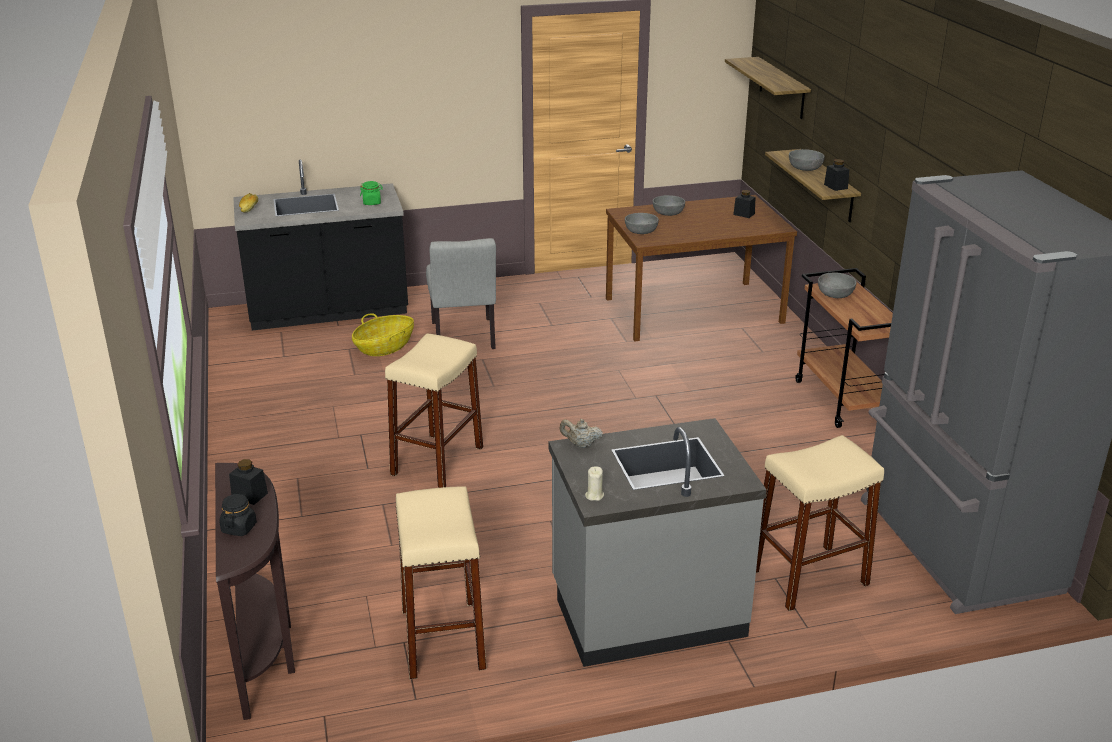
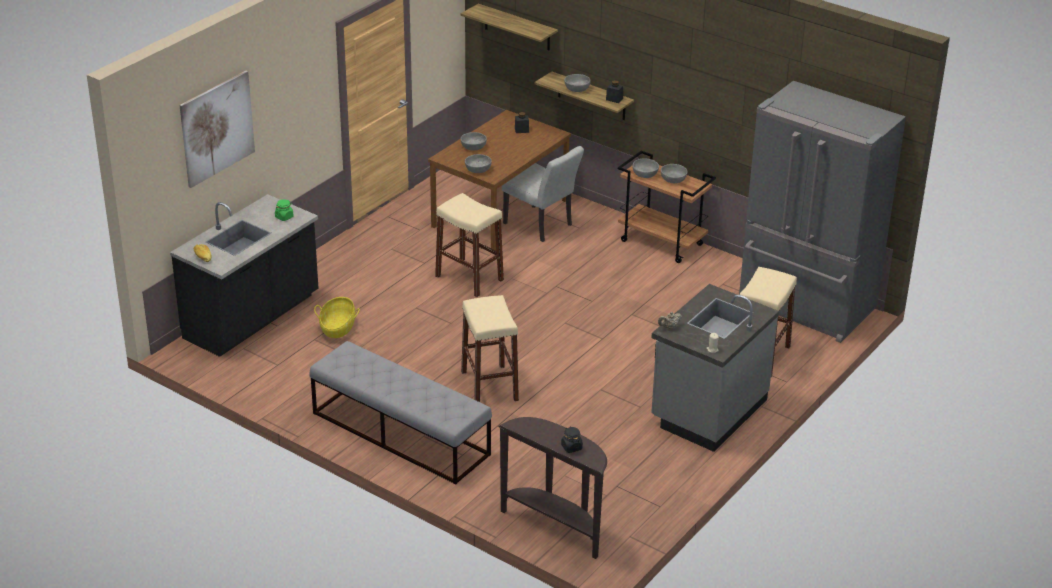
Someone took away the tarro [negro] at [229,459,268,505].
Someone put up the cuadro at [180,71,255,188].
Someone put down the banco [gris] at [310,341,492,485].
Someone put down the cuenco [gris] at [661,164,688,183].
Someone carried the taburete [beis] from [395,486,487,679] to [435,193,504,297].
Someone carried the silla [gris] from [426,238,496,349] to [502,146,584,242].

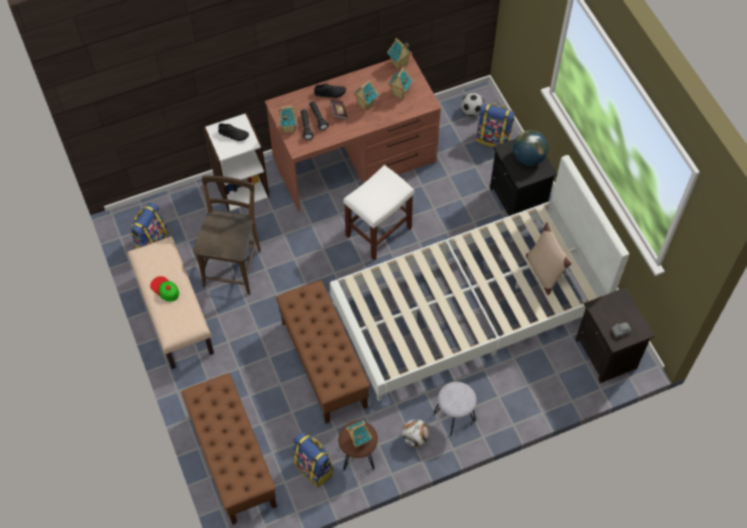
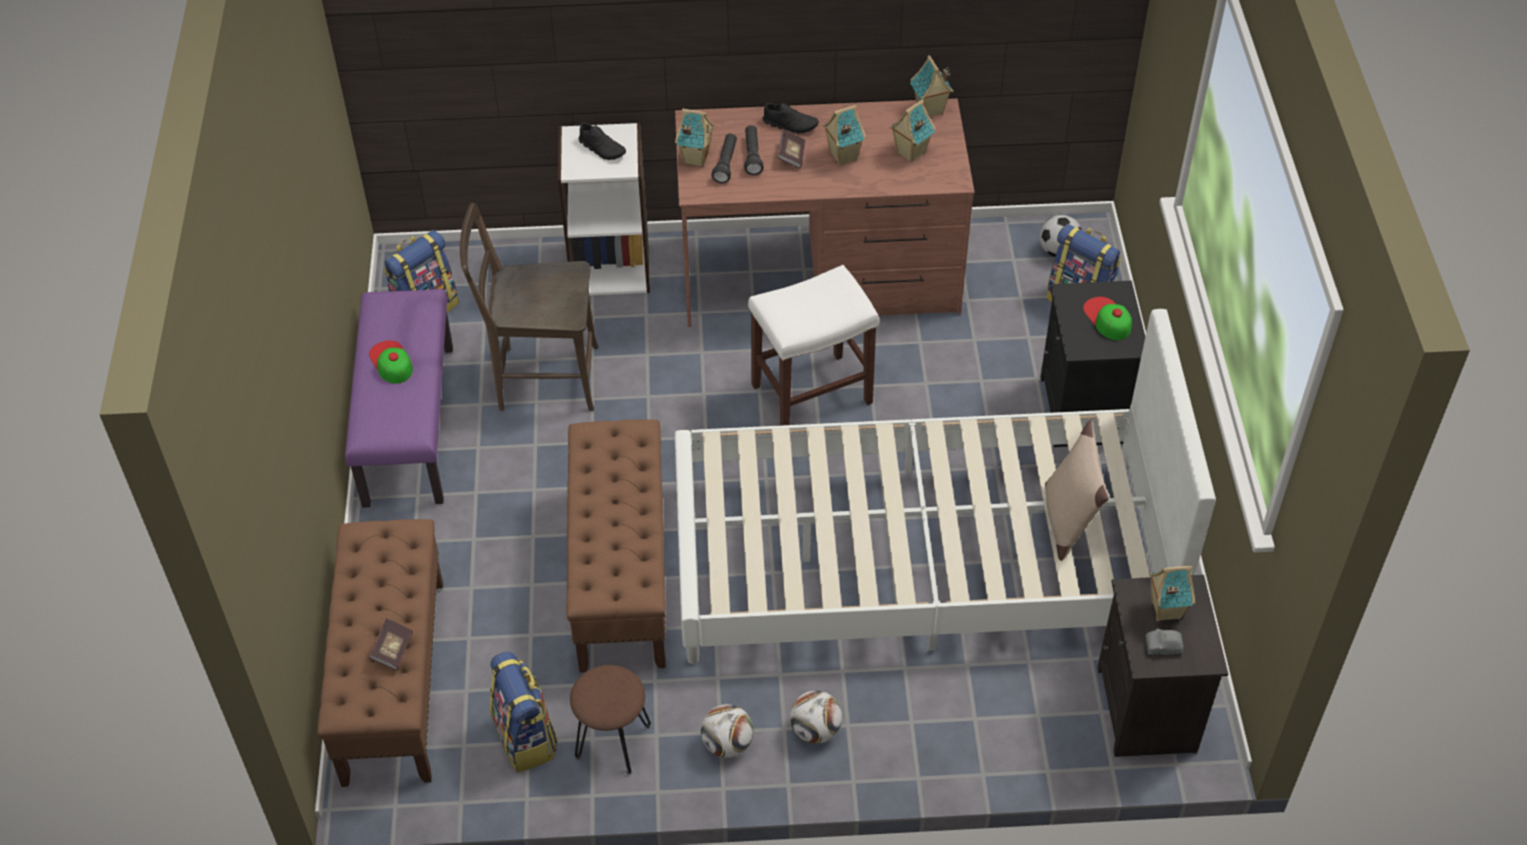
Someone put down the libro at [369,618,413,670].
Someone carried the casita from [346,421,372,448] to [1149,566,1195,622].
Someone swapped the taburete [gris] at [434,382,477,436] for the balón de fútbol at [790,691,842,744].
Someone swapped the globo terráqueo at [513,130,548,166] for the gorra at [1083,297,1132,340].
Someone repainted the banco [beis] at [127,237,214,369], which became the banco [morado] at [345,289,453,508].
Someone rotated the silla [marrón] at [193,176,261,295] by 120 degrees counterclockwise.

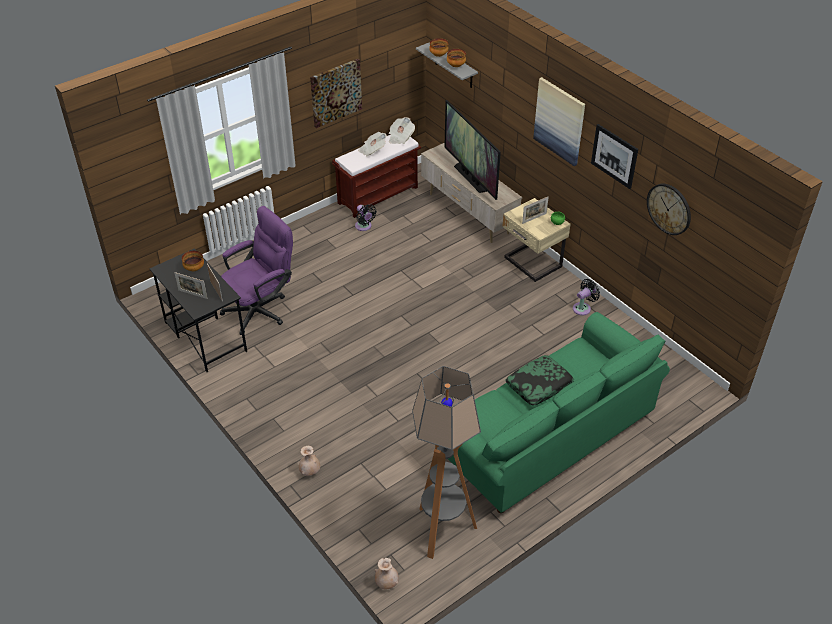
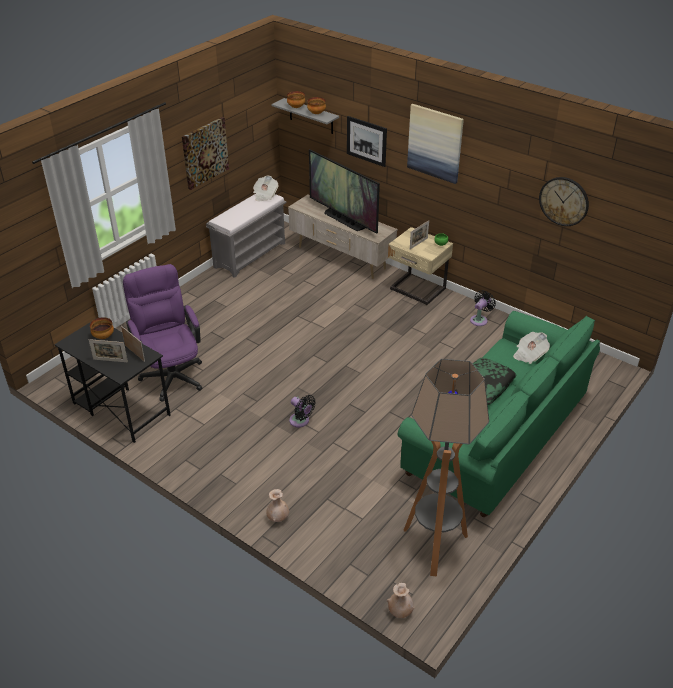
Someone carried the ventilador [negro] from [355,204,377,231] to [289,395,316,427].
Someone carried the periódico from [358,132,387,156] to [513,332,550,364].
Someone carried the cuadro from [591,124,638,189] to [347,116,387,167].
Someone repainted the banco [marrón] at [332,135,421,218], which became the banco [gris] at [206,194,287,278].
Someone rotated the silla de oficina [morado] at [220,206,293,335] by 60 degrees counterclockwise.

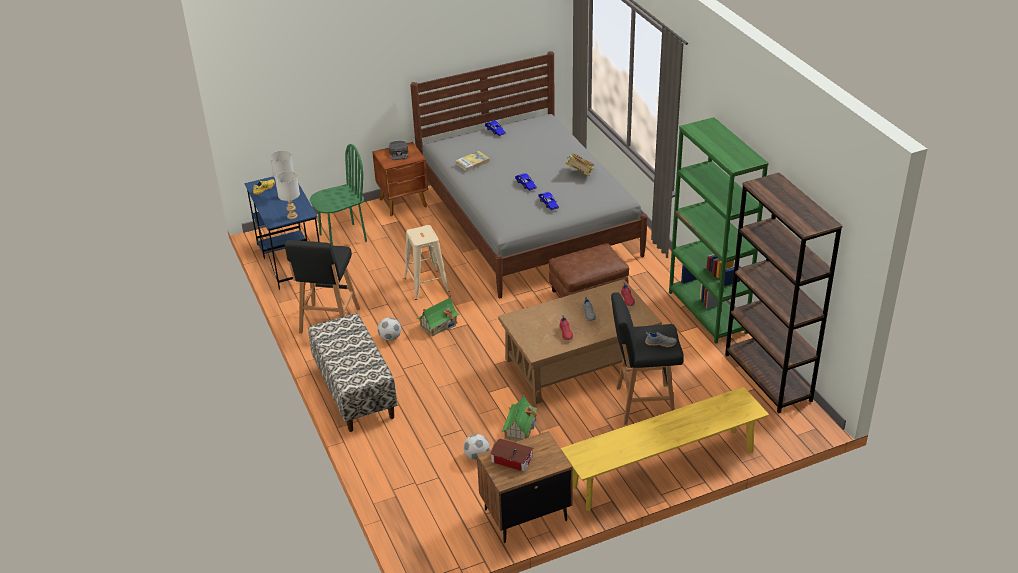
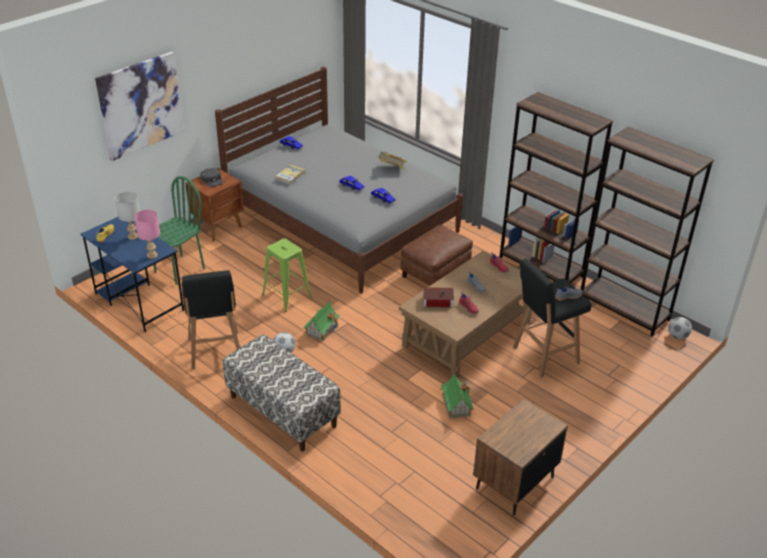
Someone took away the banco [amarillo] at [561,387,769,511].
Someone put up the cuadro at [95,52,184,161].
Someone carried the balón de fútbol from [463,434,490,461] to [668,317,692,339].
Someone carried the casita from [490,438,533,472] to [423,287,454,307].
Someone repainted the lámpara de mesa [gris] at [275,171,300,220], which became the lámpara de mesa [rosa] at [134,210,160,259].
Someone repainted the taburete [beis] at [404,225,449,300], which became the taburete [verde] at [262,238,312,312].
Someone repainted the estantería [verde] at [669,117,769,344], which became the estantería [marrón] at [499,92,613,283].

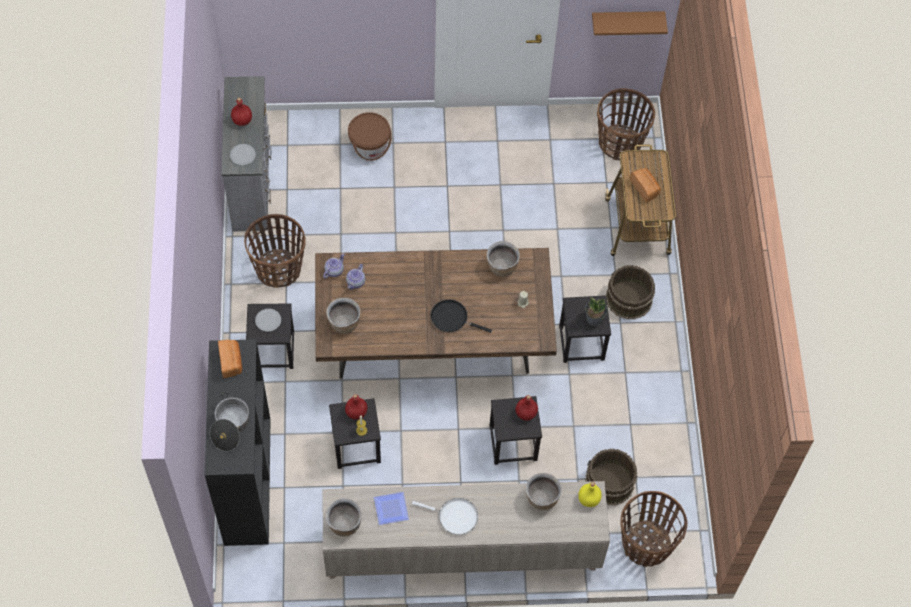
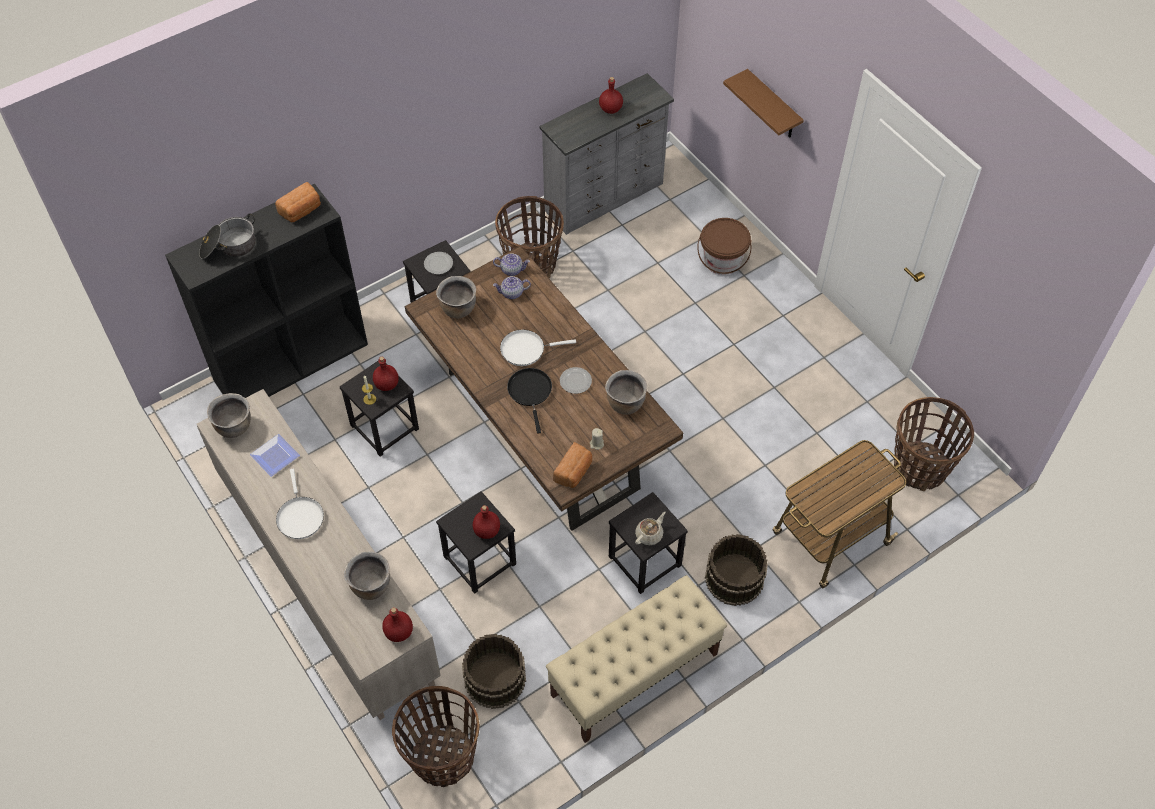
Someone put down the sartén [blanco] at [500,330,576,366].
Someone put down the banco [beis] at [546,575,727,743].
Someone carried the plato from [230,144,256,165] to [560,367,592,394].
Someone carried the estante [marrón] from [592,11,668,35] to [723,69,804,137].
Someone carried the pan from [630,168,661,202] to [553,442,592,488].
Someone swapped the planta en maceta at [585,298,608,326] for the tetera [beis] at [635,511,666,545].
Someone repainted the botella [amarillo] at [578,482,602,507], which became the botella [rojo] at [382,607,413,642].

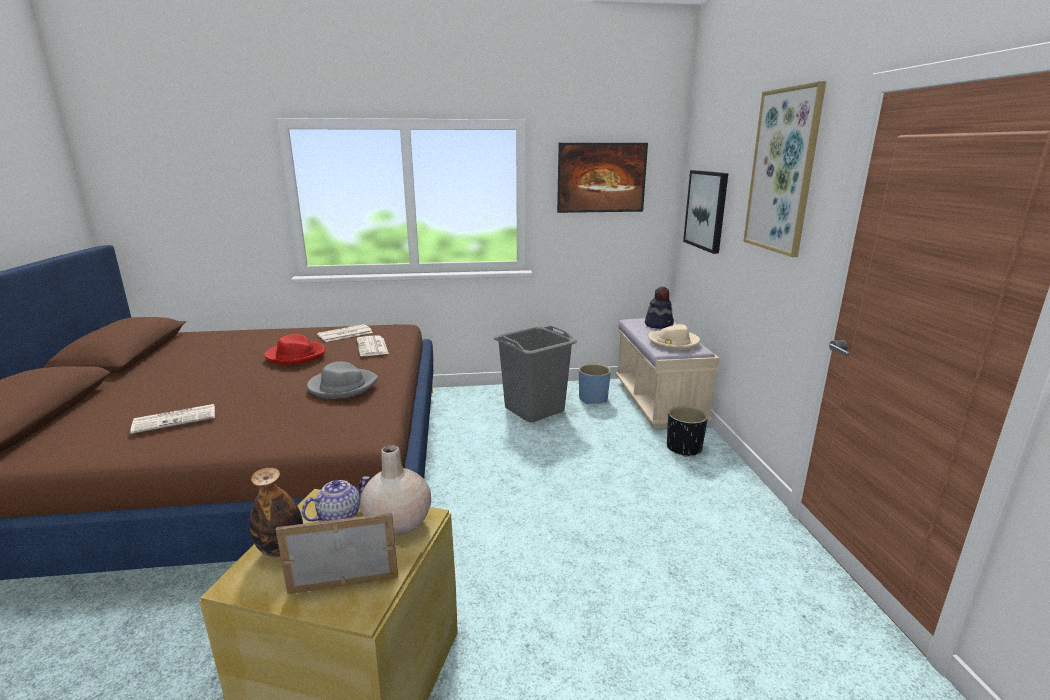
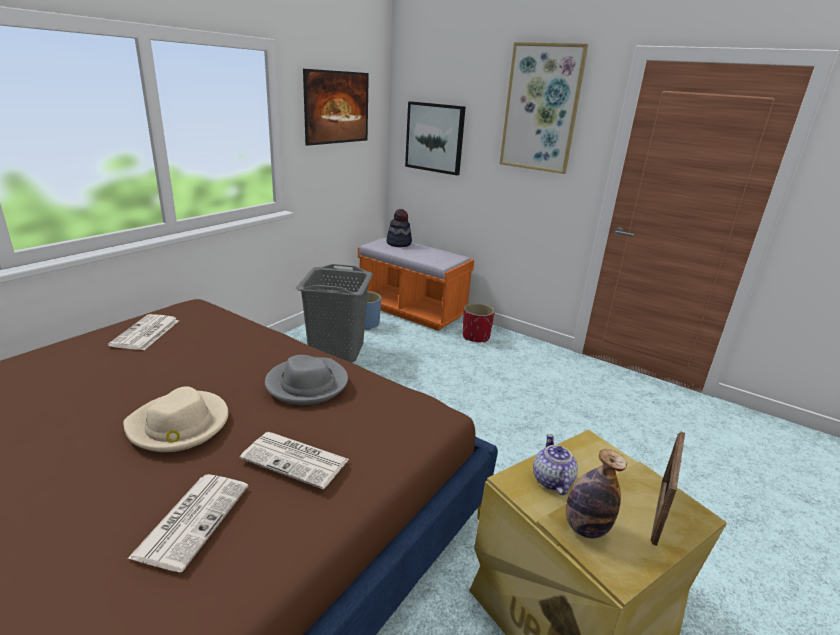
Someone took away the sombrero [rojo] at [264,334,325,365].
Someone took away the florero [beis] at [360,445,431,536].
Someone carried the periódico from [357,335,389,356] to [240,432,349,489].
Someone carried the sombrero [beis] from [648,324,700,350] to [123,386,229,452].
Someone repainted the banco [beis] at [616,318,720,428], which became the banco [naranja] at [358,238,474,331].
Someone repainted the maceta [negro] at [667,406,708,457], which became the maceta [rojo] at [462,303,495,343].

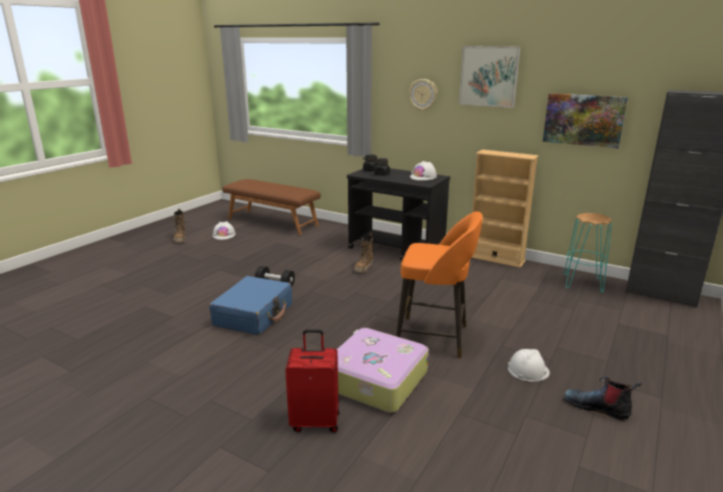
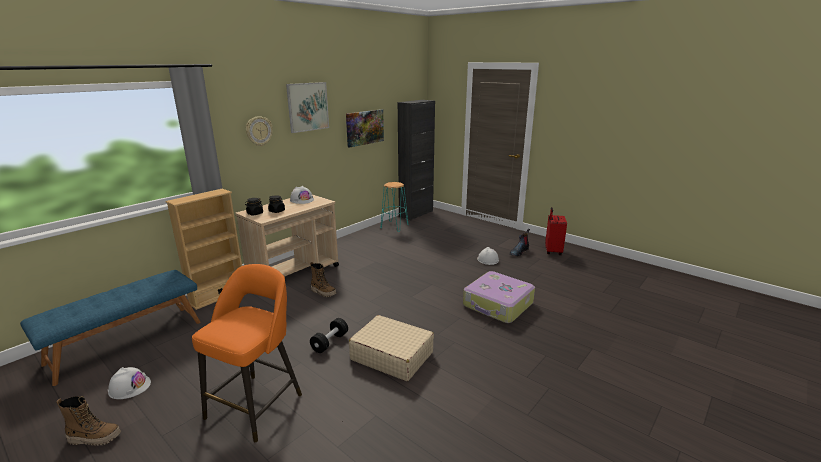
Someone carried the maleta [rojo] from [285,329,340,433] to [545,207,567,255].
Someone carried the taburete [naranja] from [396,211,483,358] to [192,264,302,442].
Someone carried the estantería [beis] from [472,149,539,268] to [165,189,242,310].
Someone repainted the maleta [azul] at [209,276,292,335], which became the maleta [beis] at [349,315,434,381].
Someone repainted the banco [marrón] at [222,179,321,235], which became the banco [azul] at [20,270,201,386].
Someone repainted the carrito [negro] at [347,168,450,260], which became the carrito [beis] at [235,194,339,277].

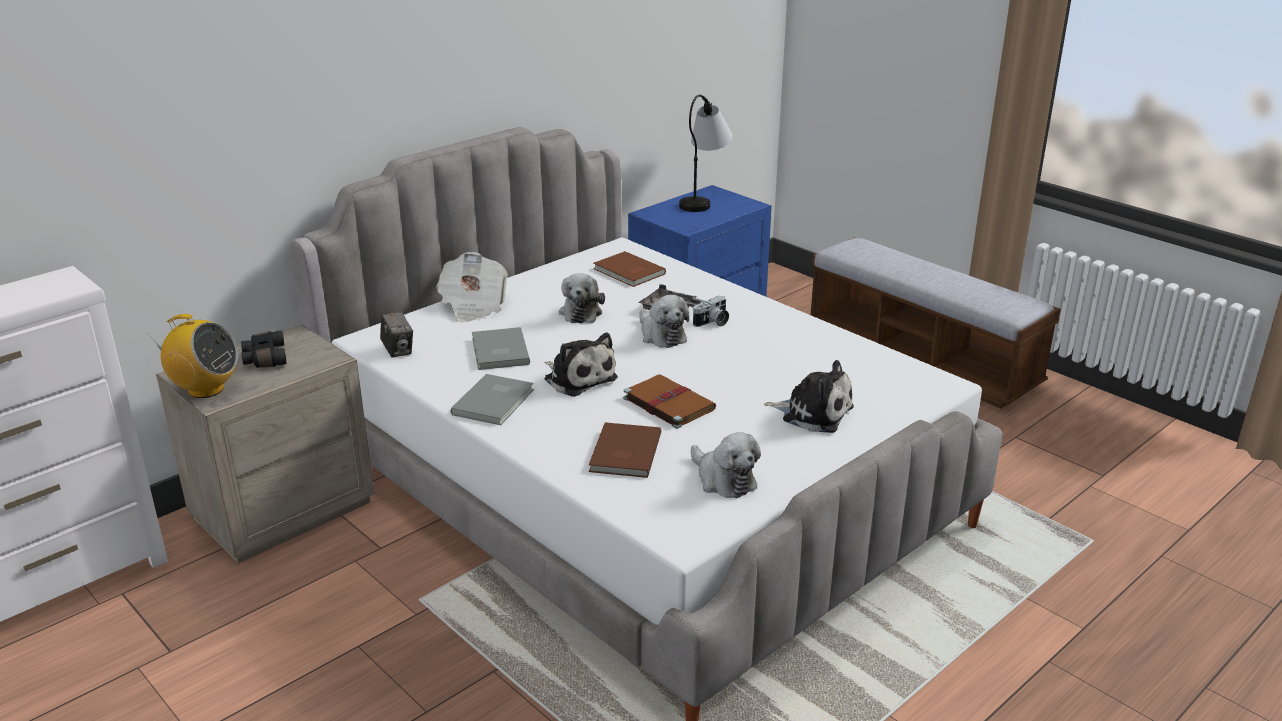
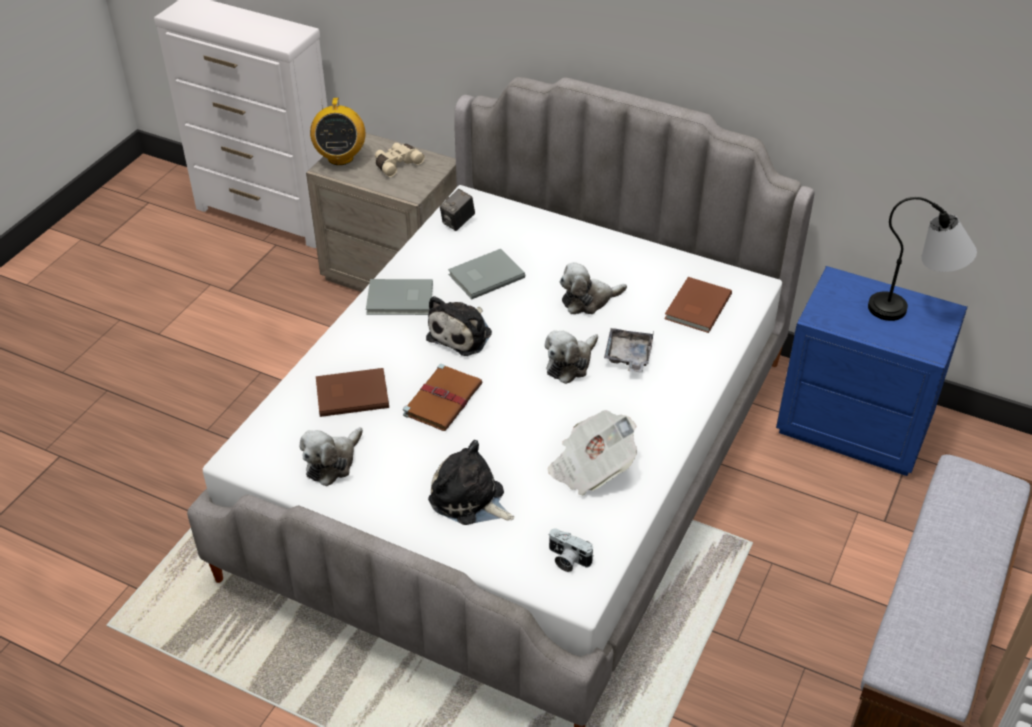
Someone carried the periódico from [436,252,508,322] to [548,410,637,496].
Someone carried the cámara from [693,296,729,327] to [549,528,594,572].
Someone repainted the prismáticos [negro] at [241,330,287,368], which became the prismáticos [beis] at [375,143,425,177].
Someone rotated the peluche at [764,360,854,433] by 120 degrees clockwise.

